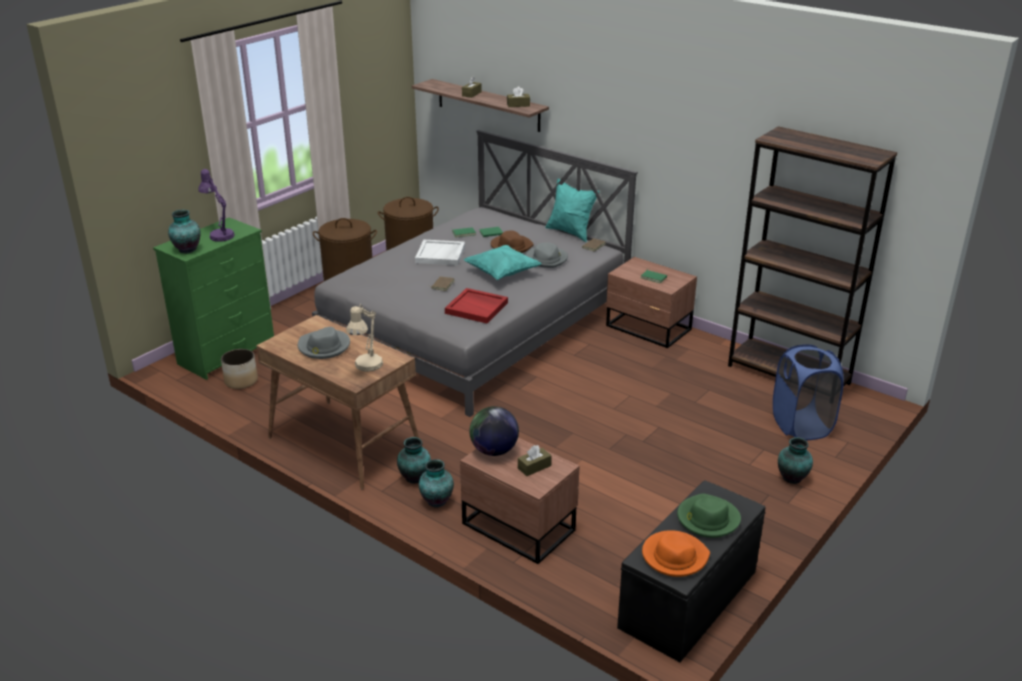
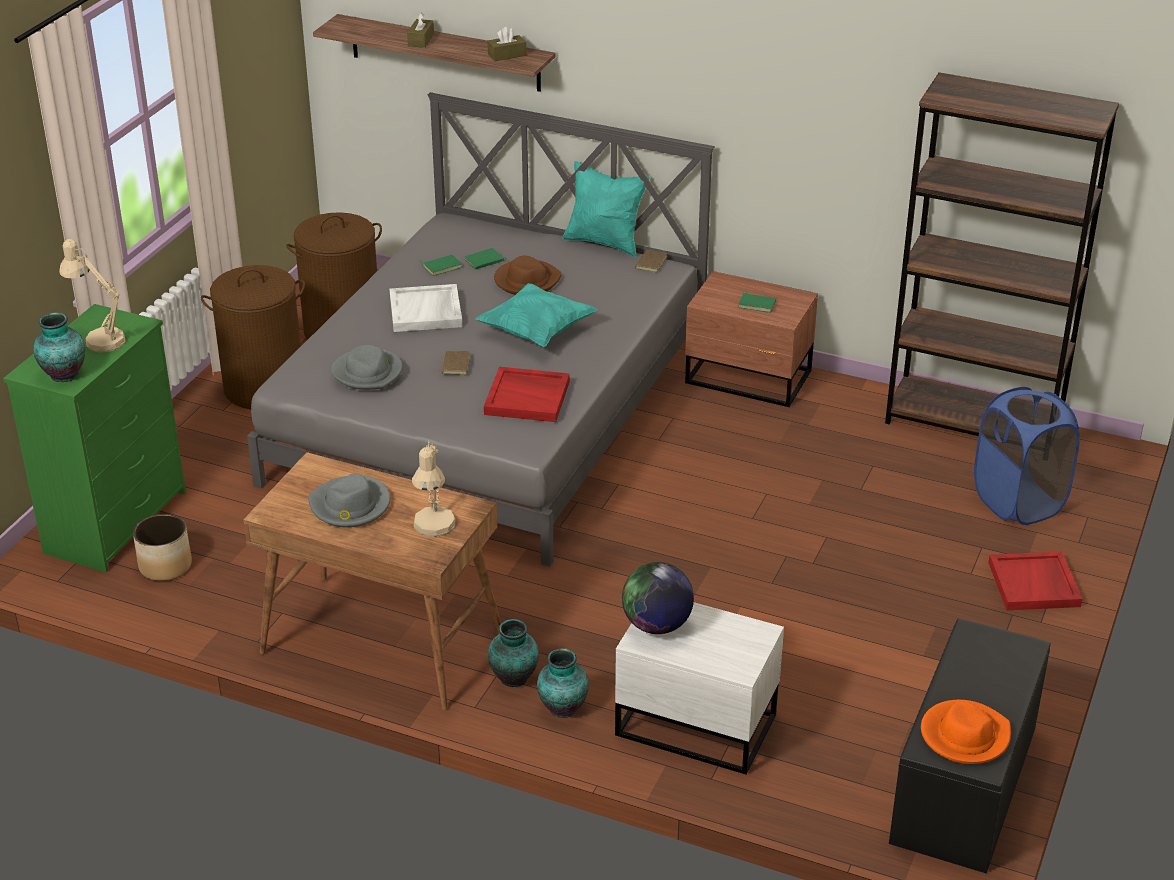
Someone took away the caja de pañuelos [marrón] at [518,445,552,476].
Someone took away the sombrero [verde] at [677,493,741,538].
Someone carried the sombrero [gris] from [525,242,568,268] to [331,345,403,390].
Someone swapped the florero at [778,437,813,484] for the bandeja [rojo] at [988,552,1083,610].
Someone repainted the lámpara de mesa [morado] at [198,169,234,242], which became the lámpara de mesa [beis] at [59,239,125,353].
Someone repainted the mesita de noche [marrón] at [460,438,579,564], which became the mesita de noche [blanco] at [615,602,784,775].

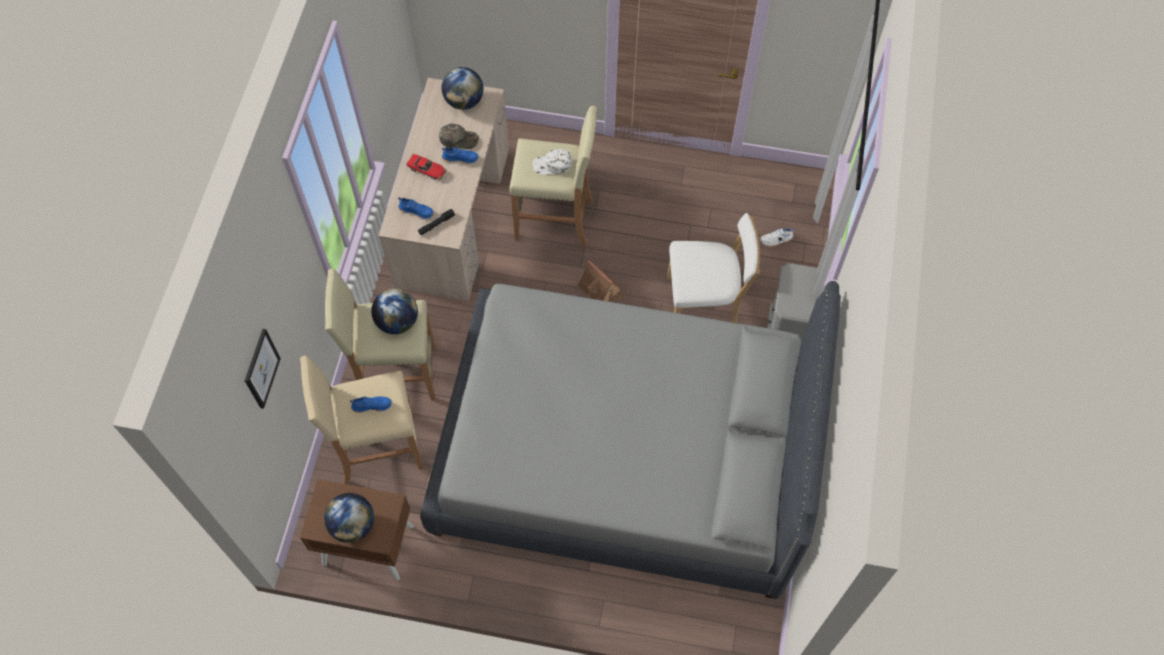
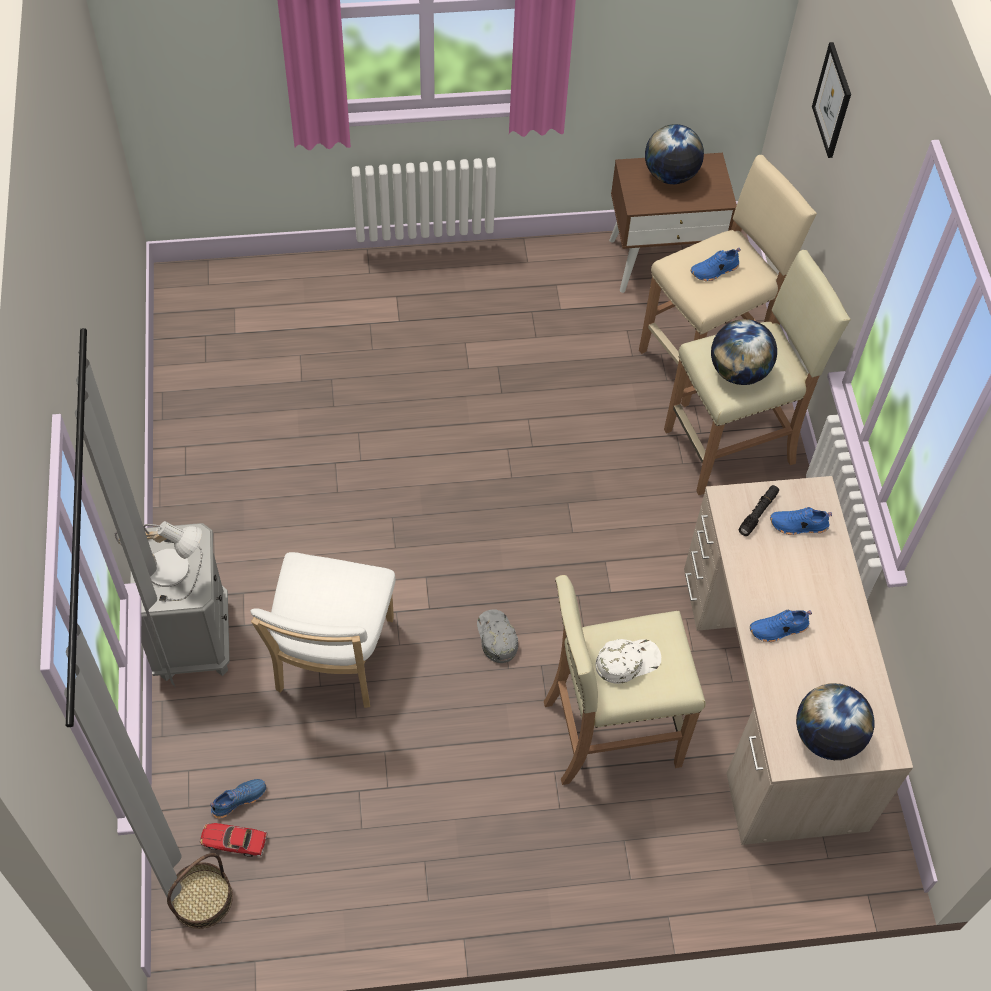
Someone took away the cama [gris] at [420,281,841,599].
Someone took away the gorra [verde] at [439,123,479,149].
Someone put down the lámpara de mesa at [115,521,202,602].
Someone put down the cesta at [167,853,233,929].
Someone carried the coche de juguete from [406,154,446,180] to [200,823,267,857].
Someone swapped the casita at [578,261,625,303] for the gorra [gris] at [477,610,518,663].
Someone repainted the zapato [blanco] at [760,228,794,247], which became the zapato [azul] at [210,779,266,819].
Someone rotated the silla [blanco] at [667,213,760,323] by 60 degrees counterclockwise.

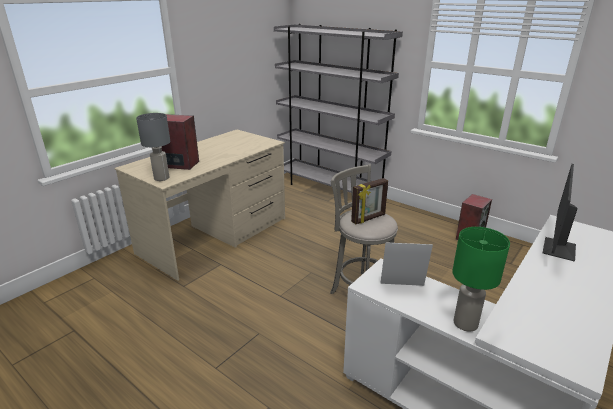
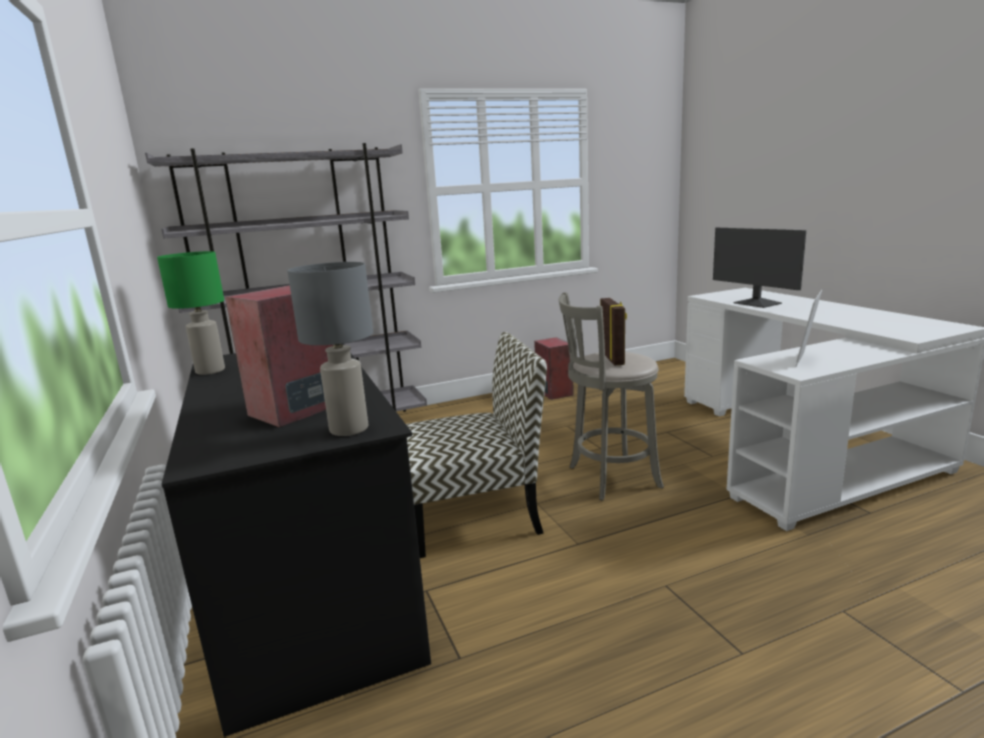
Someone put down the silla at [406,332,547,558].
Someone carried the lámpara de mesa [verde] from [452,227,510,332] to [157,251,225,375].
Someone repainted the escritorio [beis] at [114,130,285,281], which became the escritorio [negro] at [162,344,431,737].

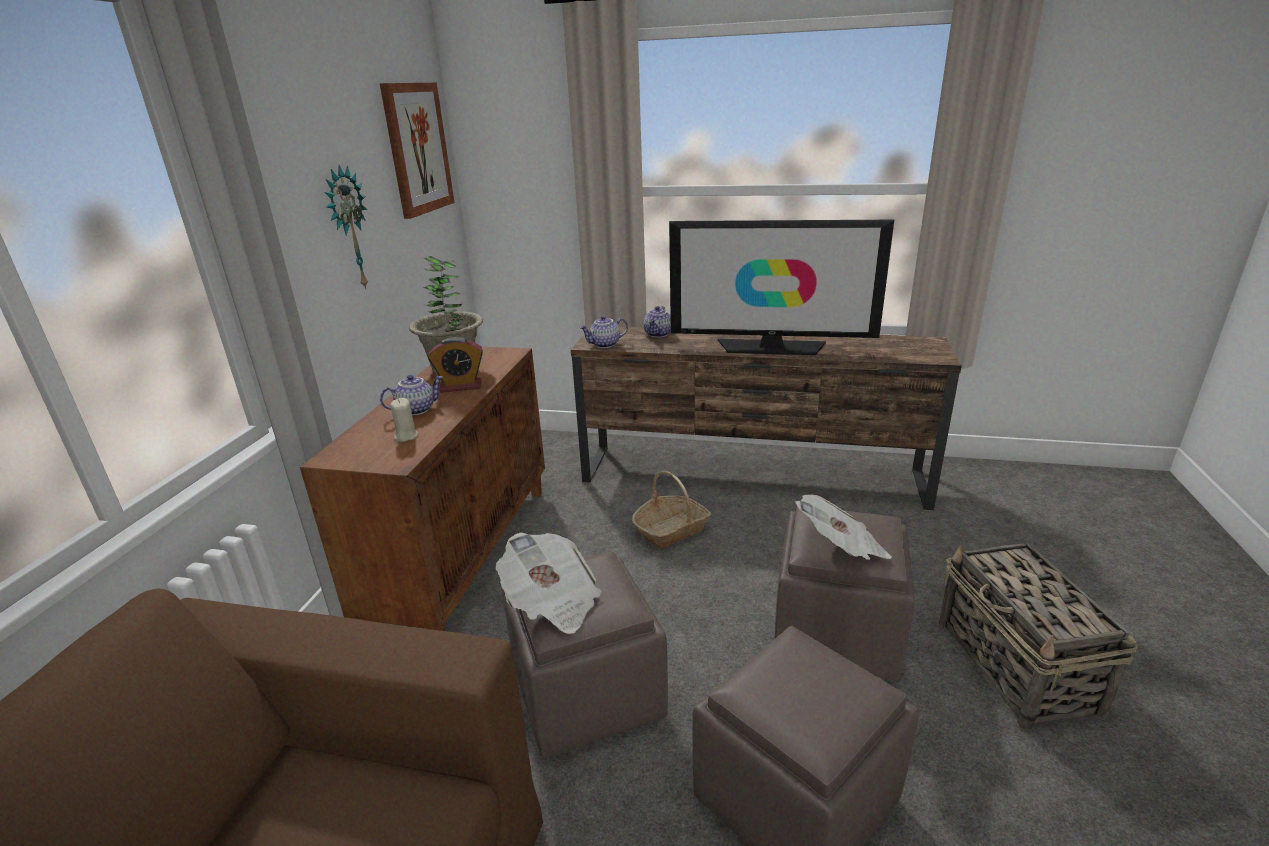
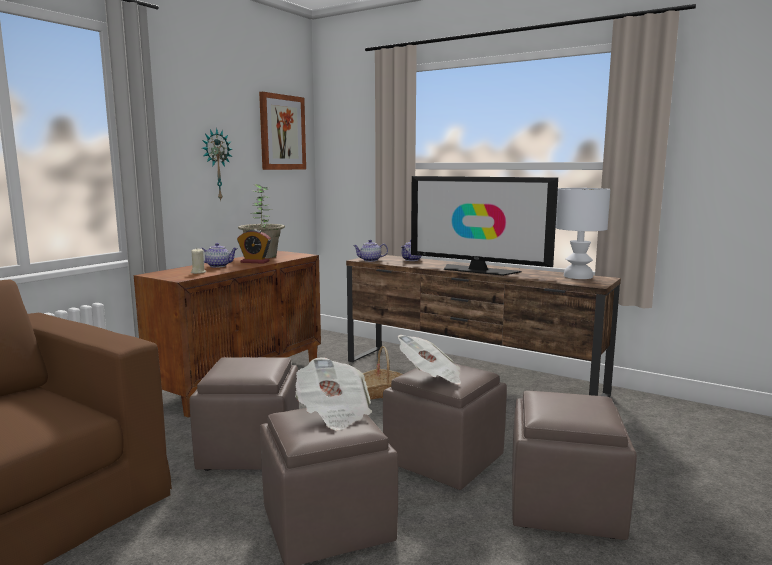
Someone put down the lámpara de mesa [blanco] at [556,188,610,279].
Someone carried the periódico from [496,532,601,634] to [295,357,372,431].
Someone swapped the cesta at [939,543,1137,730] for the puf [marrón] at [512,391,637,540].

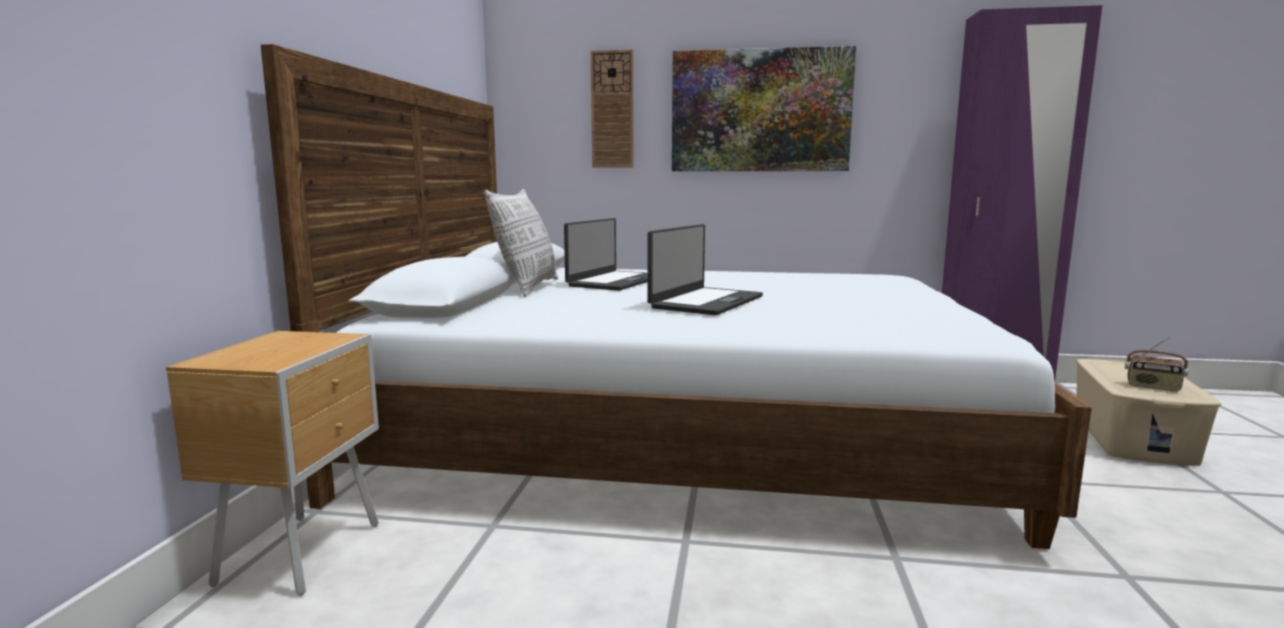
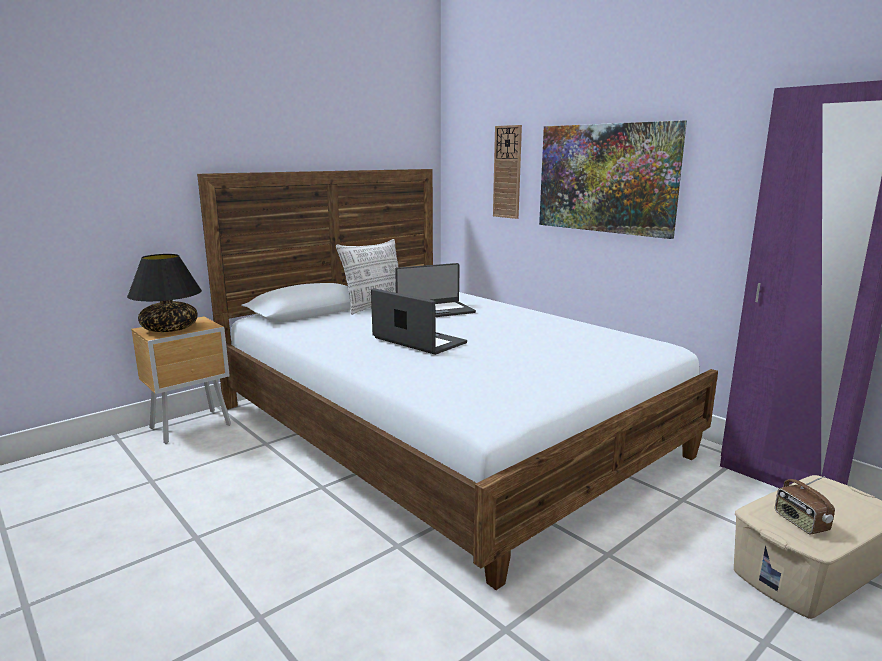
Someone put down the lámpara de mesa [negro] at [127,254,202,332].
Someone rotated the portátil at [647,224,763,316] by 120 degrees counterclockwise.

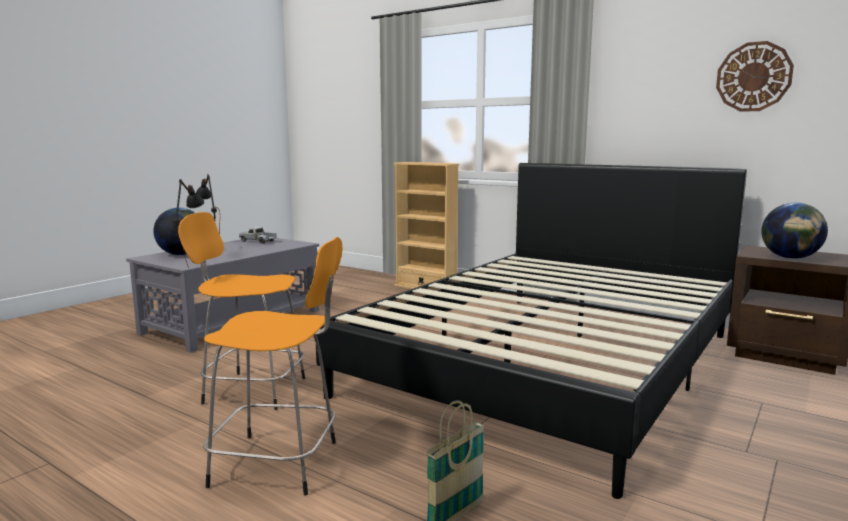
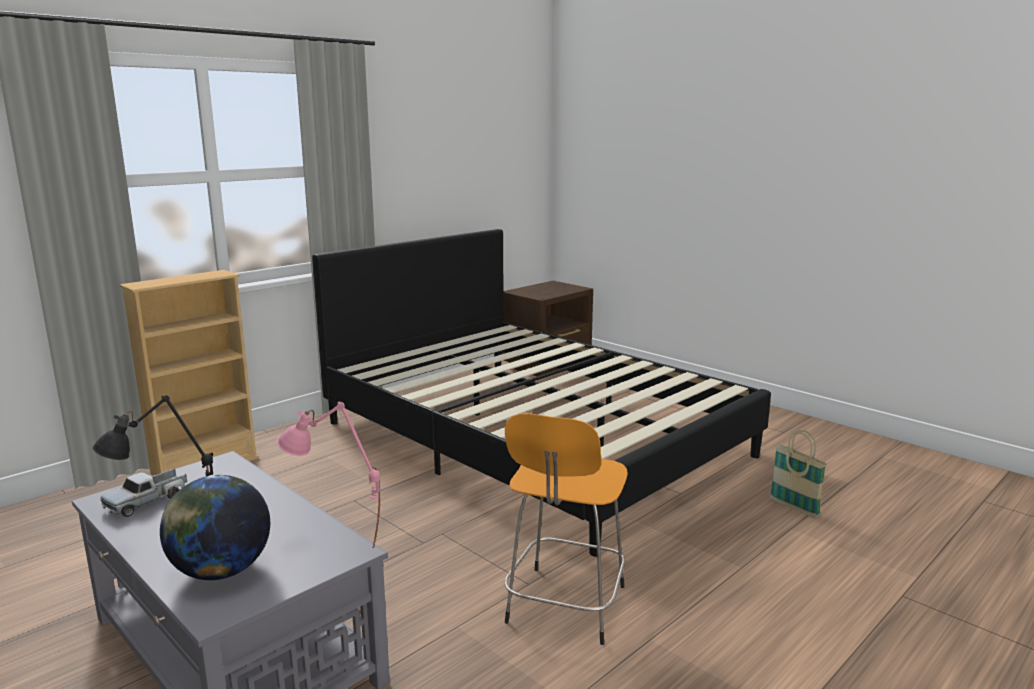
Someone took away the taburete [naranja] at [203,237,343,495].
Someone took away the reloj de pared at [716,41,794,112].
Someone took away the globo terráqueo at [761,203,828,259].
Someone repainted the lámpara de mesa [negro] at [173,179,204,268], which became the lámpara de mesa [rosa] at [277,402,380,546].

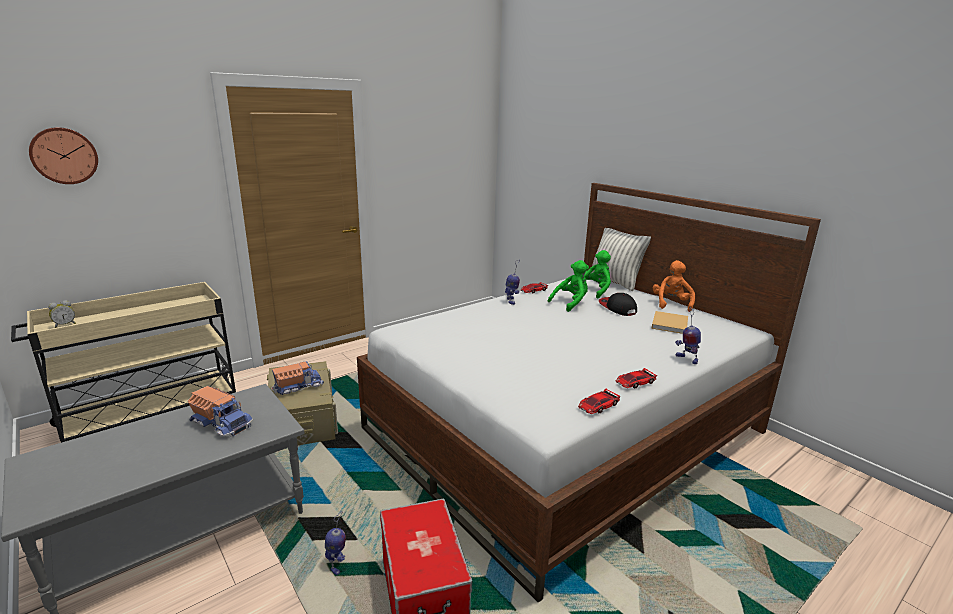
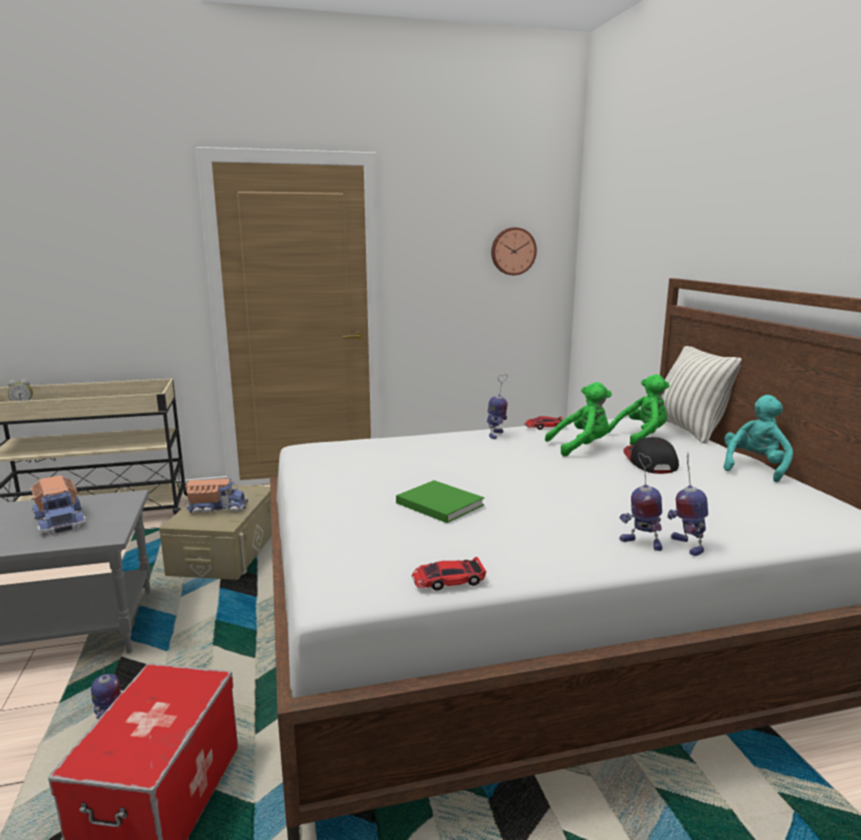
Someone took away the coche de juguete at [616,368,657,389].
Someone took away the libro [beis] at [651,311,688,334].
Someone put down the libro [verde] at [396,480,484,523].
Someone put down the robot de juguete at [619,453,662,551].
Someone carried the reloj de pared from [29,127,98,184] to [491,227,537,275].
Someone repainted the peluche [naranja] at [653,260,695,312], which became the peluche [turquesa] at [724,395,793,483].

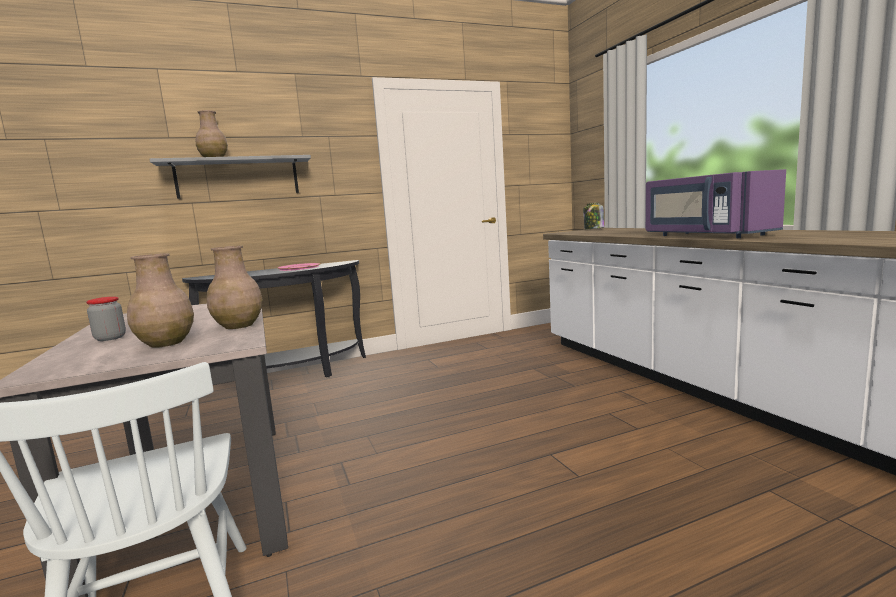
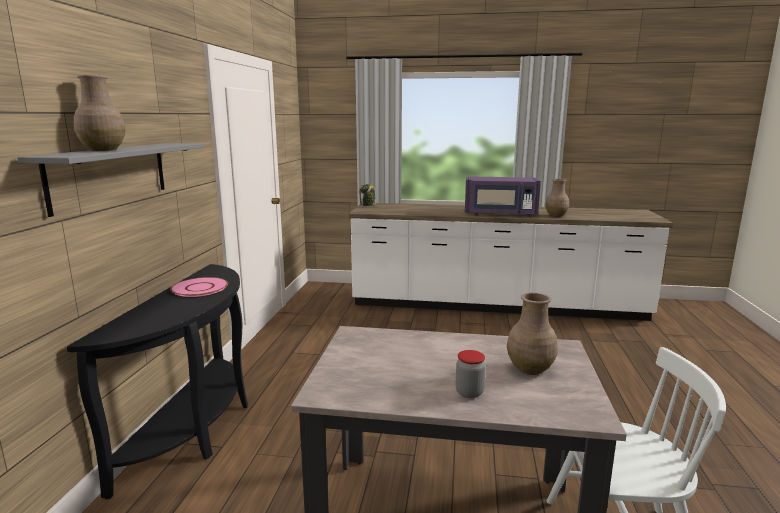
Someone carried the florero [marrón] from [207,245,263,329] to [545,179,569,217].

